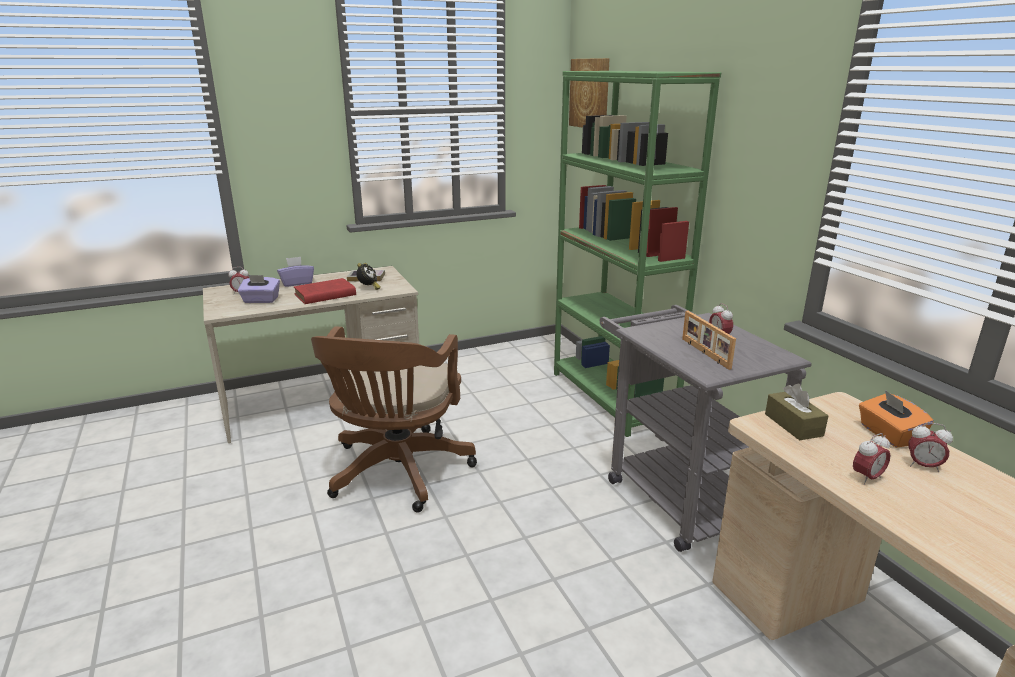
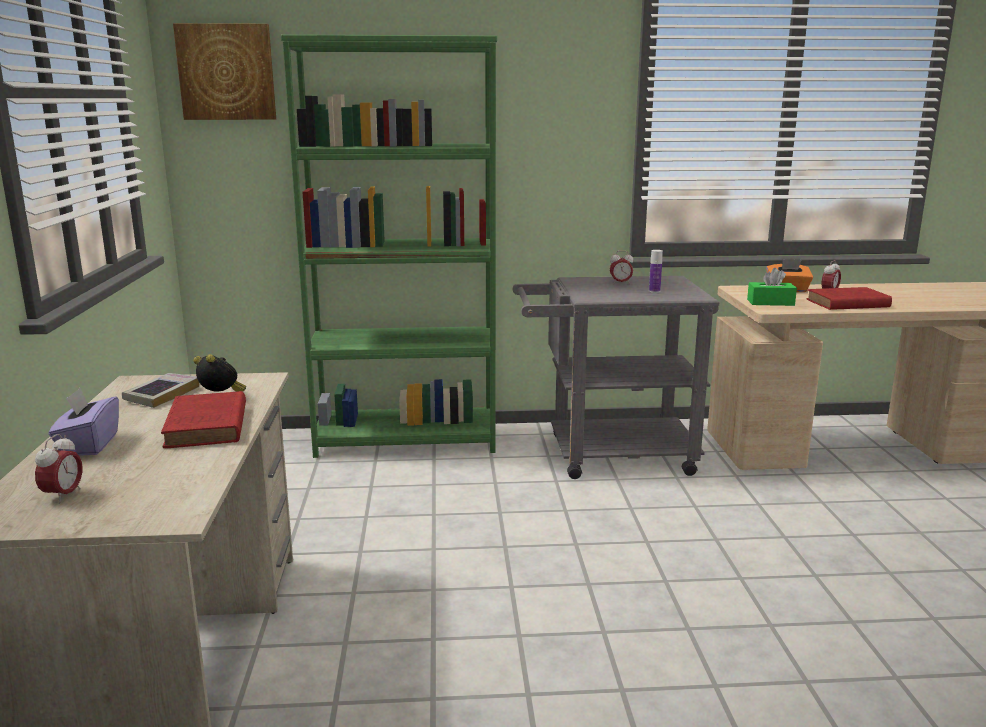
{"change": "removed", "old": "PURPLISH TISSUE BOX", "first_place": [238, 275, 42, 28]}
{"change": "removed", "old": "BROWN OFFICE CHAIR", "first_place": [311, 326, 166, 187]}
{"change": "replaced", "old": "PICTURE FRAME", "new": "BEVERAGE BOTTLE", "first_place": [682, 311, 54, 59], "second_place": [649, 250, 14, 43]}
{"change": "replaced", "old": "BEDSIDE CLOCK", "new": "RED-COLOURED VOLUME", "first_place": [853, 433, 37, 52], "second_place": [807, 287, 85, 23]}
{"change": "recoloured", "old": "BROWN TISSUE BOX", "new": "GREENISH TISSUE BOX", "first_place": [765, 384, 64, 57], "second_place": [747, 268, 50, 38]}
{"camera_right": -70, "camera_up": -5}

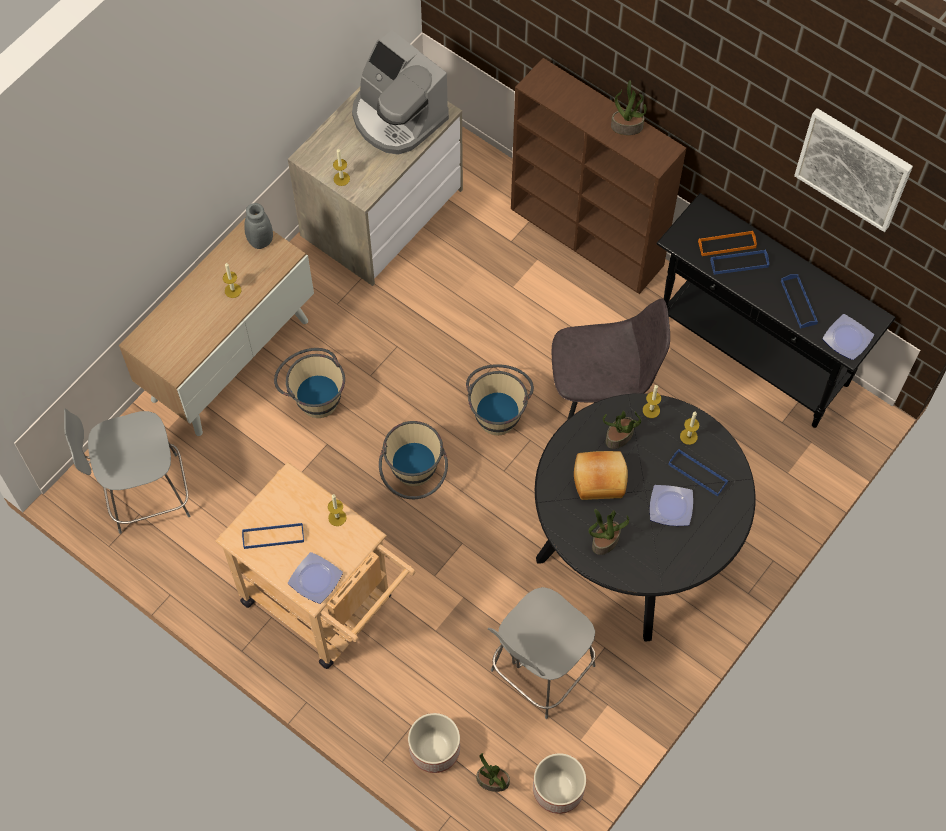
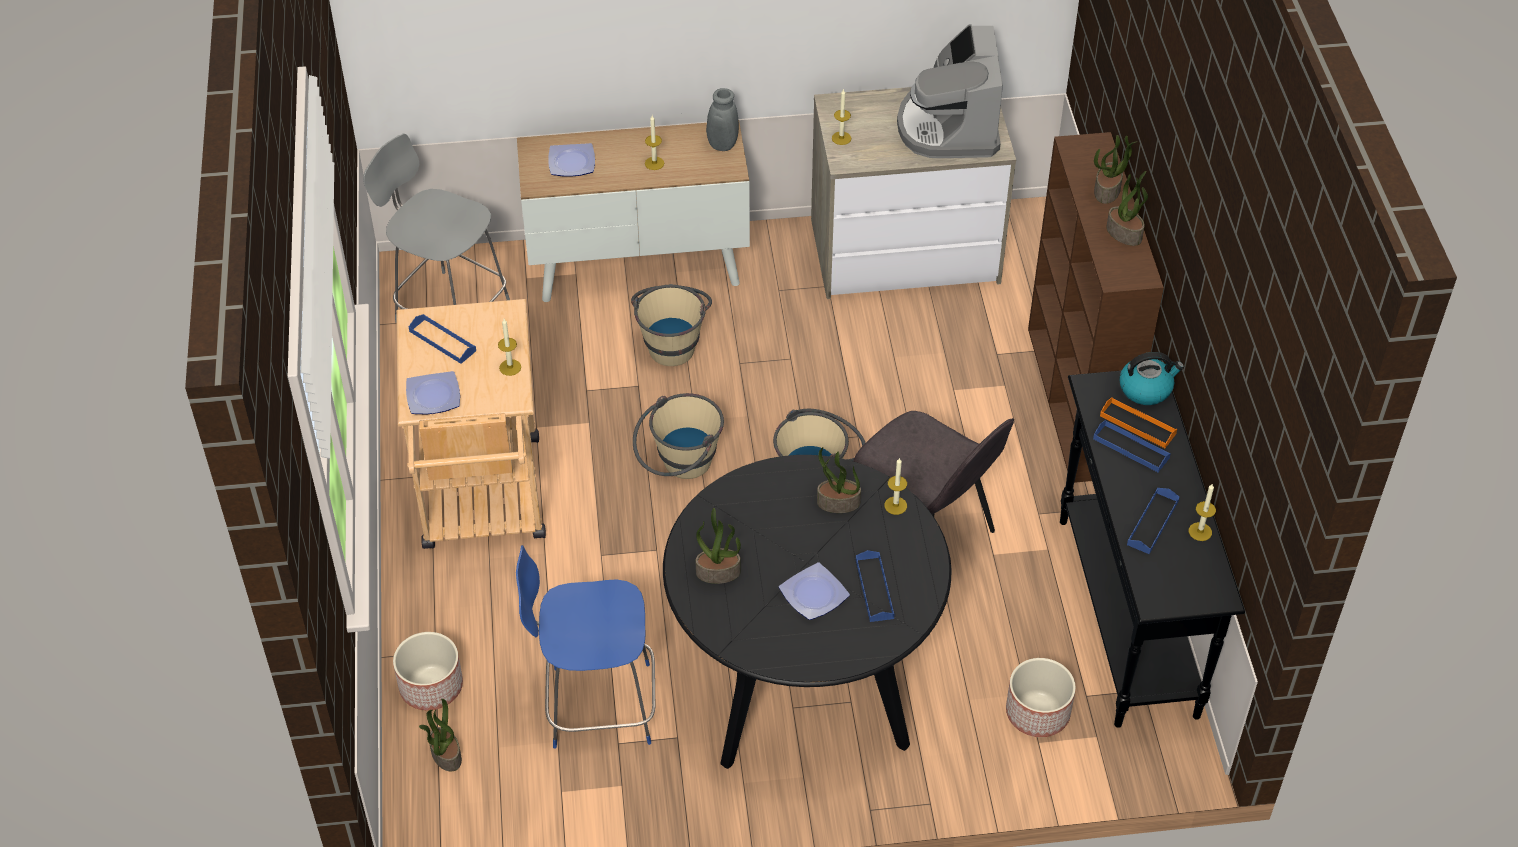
{"change": "removed", "old": "BAKERY BREAD", "first_place": [574, 451, 54, 49]}
{"change": "removed", "old": "WALL PICTURE", "first_place": [794, 108, 119, 124]}
{"change": "added", "new": "PLANT IN A POT", "second_place": [1094, 135, 42, 69]}
{"change": "added", "new": "TEA KETTLE", "second_place": [1119, 352, 65, 53]}
{"change": "moved", "old": "PLANTER", "first_place": [533, 753, 53, 61], "second_place": [1006, 658, 70, 79]}
{"change": "moved", "old": "CANDLE", "first_place": [680, 412, 19, 33], "second_place": [1189, 483, 27, 58]}
{"change": "moved", "old": "FLAT DISH", "first_place": [822, 314, 52, 46], "second_place": [548, 143, 47, 34]}
{"change": "recoloured", "old": "GRAY UPRIGHT CHAIR", "new": "BLUE-COLOURED UPRIGHT CHAIR", "first_place": [488, 587, 107, 132], "second_place": [516, 545, 139, 204]}
{"camera_right": 45, "camera_up": -15}

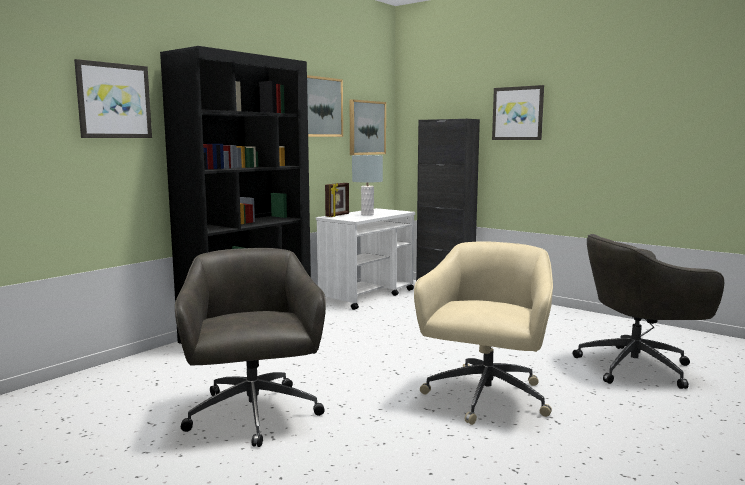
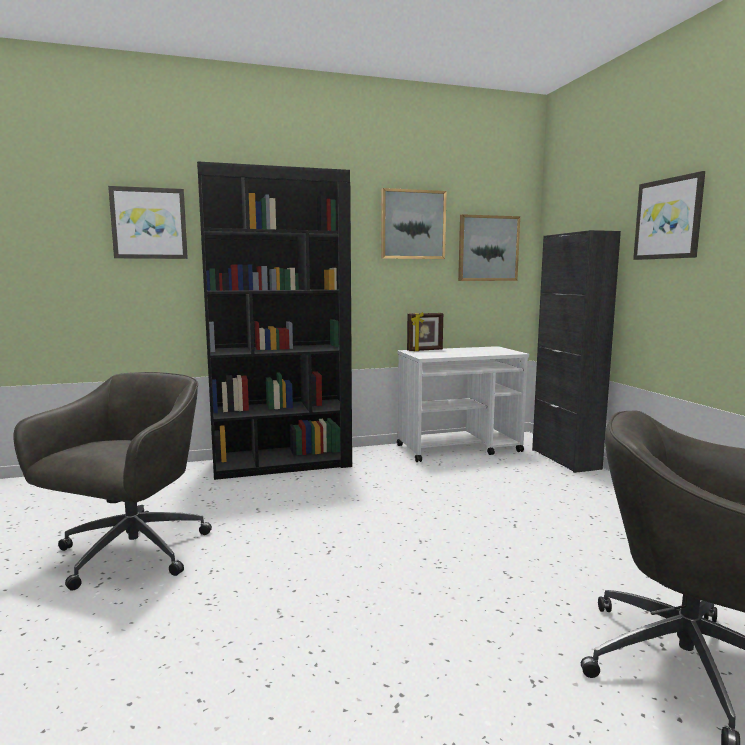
{"change": "removed", "old": "GRAY LAMP FOR A TABLE", "first_place": [352, 155, 31, 61]}
{"change": "removed", "old": "SAND-COLOURED OFFICE CHAIR", "first_place": [414, 241, 139, 184]}
{"camera_right": 35, "camera_up": 0}

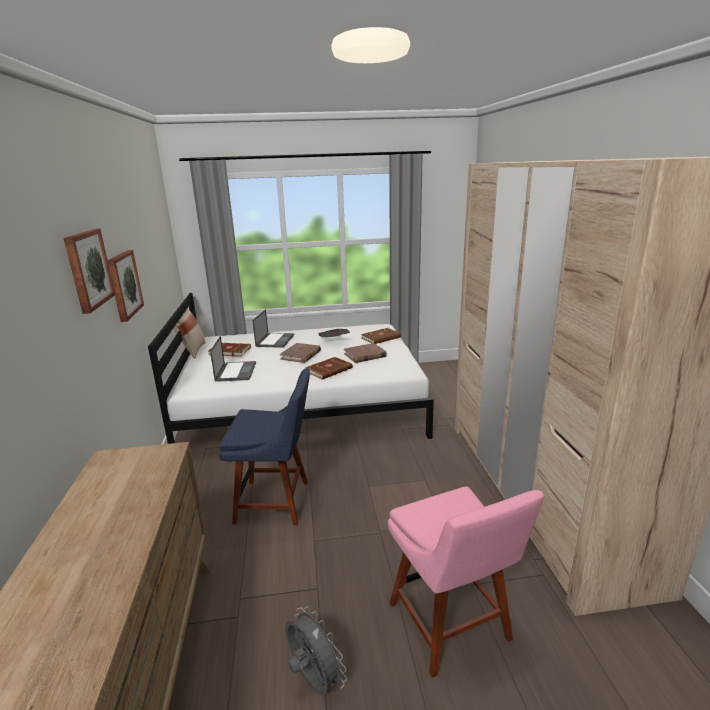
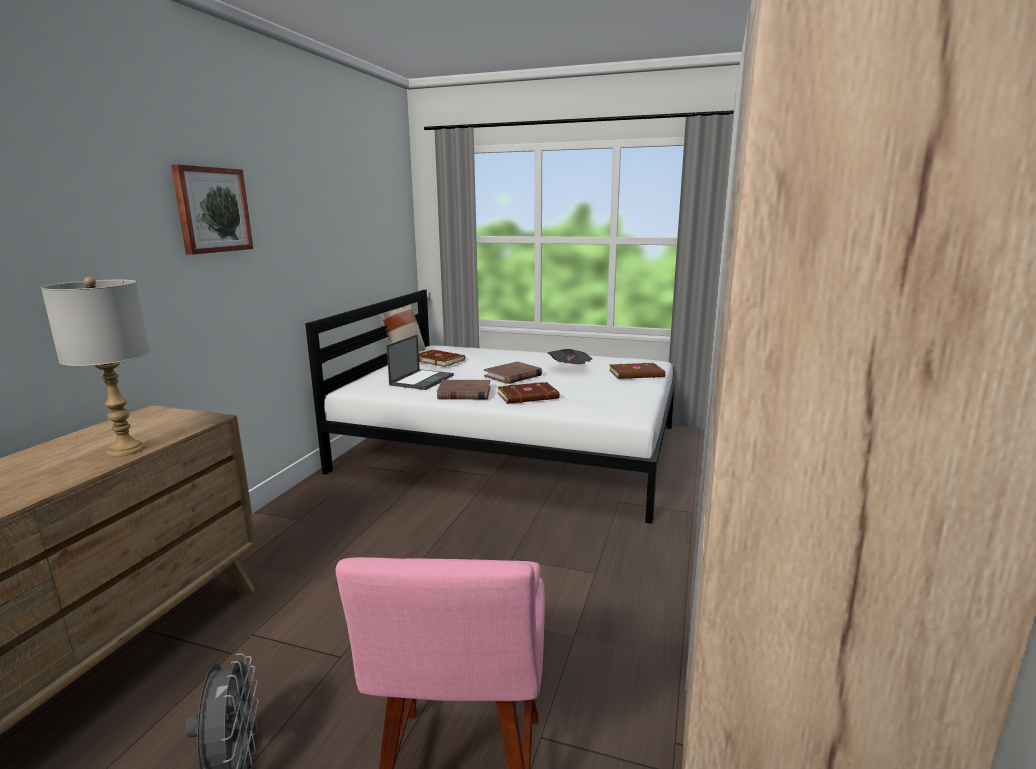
{"change": "removed", "old": "WALL PICTURE", "first_place": [108, 250, 36, 72]}
{"change": "removed", "old": "BLUE-COLOURED UPRIGHT CHAIR", "first_place": [219, 368, 91, 157]}
{"change": "removed", "old": "LAPTOP", "first_place": [252, 309, 42, 39]}
{"change": "added", "new": "GRAY LAMP FOR A TABLE", "second_place": [41, 277, 109, 180]}
{"change": "moved", "old": "BROWN VOLUME", "first_place": [344, 343, 43, 20], "second_place": [437, 380, 54, 20]}
{"camera_right": 25, "camera_up": -5}

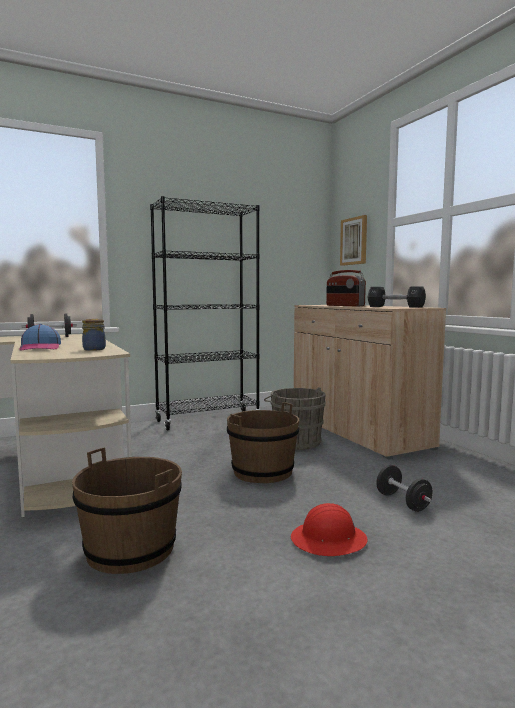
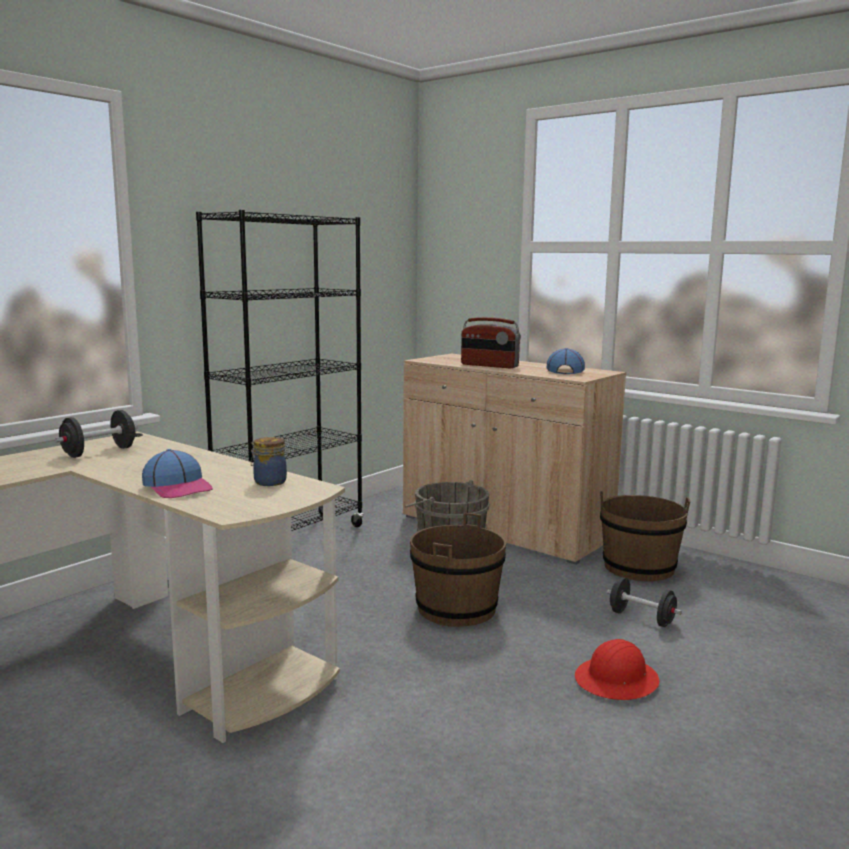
{"change": "removed", "old": "WALL PICTURE", "first_place": [340, 215, 27, 51]}
{"change": "moved", "old": "BROWN WATER BUCKET", "first_place": [72, 448, 110, 126], "second_place": [600, 491, 90, 90]}
{"change": "replaced", "old": "BLACKISH HAND WEIGHT", "new": "PEAKED CAP", "first_place": [367, 286, 59, 22], "second_place": [547, 348, 38, 26]}
{"camera_right": -25, "camera_up": 5}

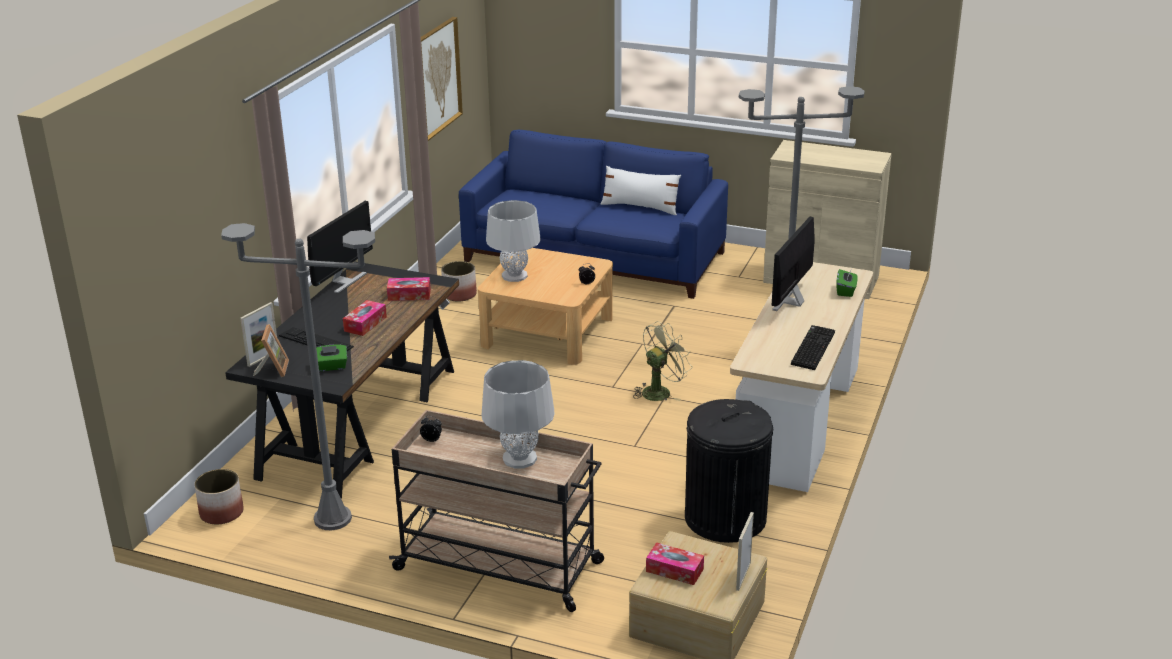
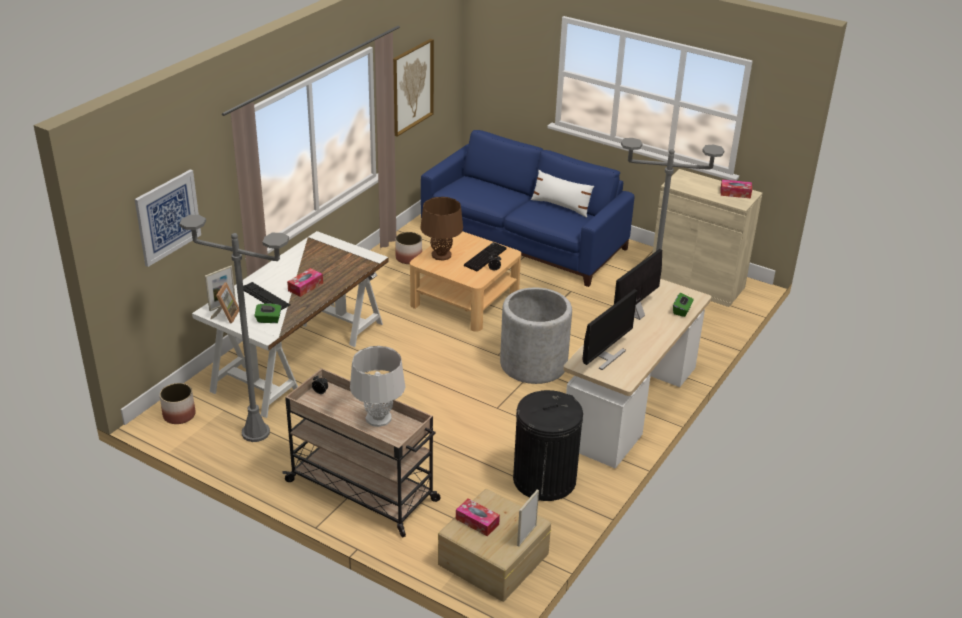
{"change": "added", "new": "WALL PICTURE", "second_place": [135, 169, 66, 98]}
{"change": "moved", "old": "MONITOR", "first_place": [307, 201, 66, 92], "second_place": [582, 289, 55, 81]}
{"change": "moved", "old": "TISSUE BOX", "first_place": [387, 277, 44, 24], "second_place": [720, 179, 32, 20]}
{"change": "moved", "old": "KEYBOARD", "first_place": [791, 325, 44, 45], "second_place": [464, 242, 43, 29]}
{"change": "replaced", "old": "GREENISH FAN", "new": "GRAY PLANTER", "first_place": [633, 321, 59, 80], "second_place": [500, 288, 72, 96]}
{"change": "recoloured", "old": "BLACKISH DESK", "new": "WHITE DESK", "first_place": [225, 262, 234, 237], "second_place": [192, 231, 197, 187]}
{"change": "recoloured", "old": "GRAY LAMP FOR A TABLE", "new": "BROWN LAMP FOR A TABLE", "first_place": [486, 200, 55, 82], "second_place": [420, 197, 43, 64]}
{"camera_right": 10, "camera_up": 5}

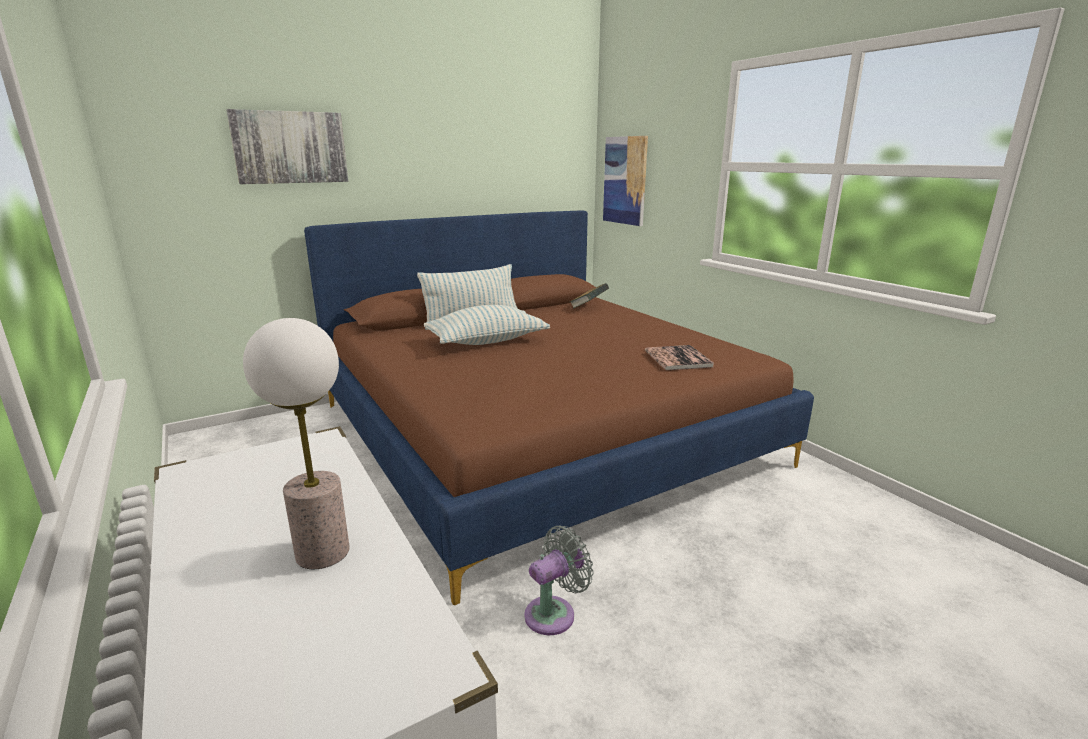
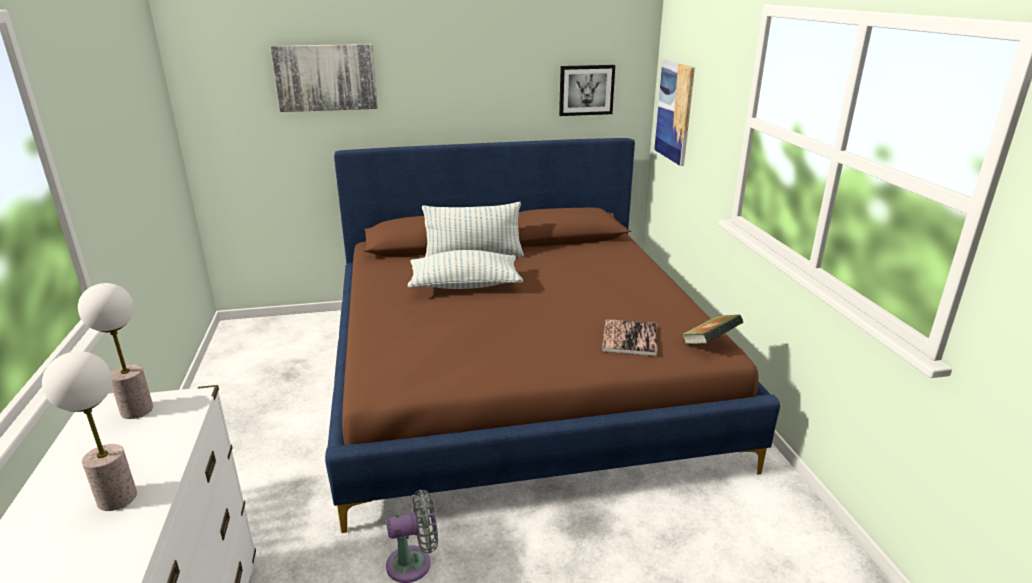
{"change": "added", "new": "LAMP FOR A TABLE", "second_place": [78, 283, 75, 136]}
{"change": "added", "new": "WALL PICTURE", "second_place": [559, 65, 56, 51]}
{"change": "moved", "old": "VOLUME", "first_place": [570, 283, 39, 26], "second_place": [681, 315, 62, 29]}
{"camera_right": 20, "camera_up": 5}

